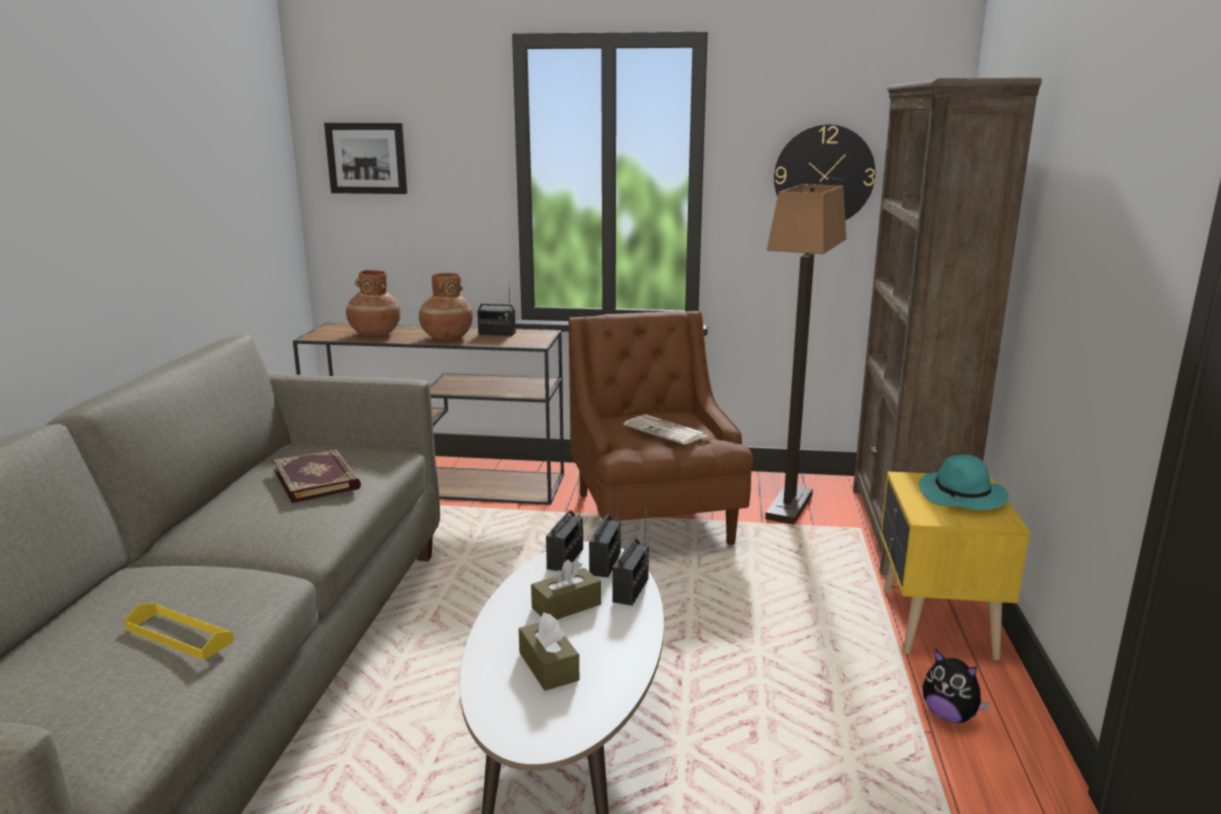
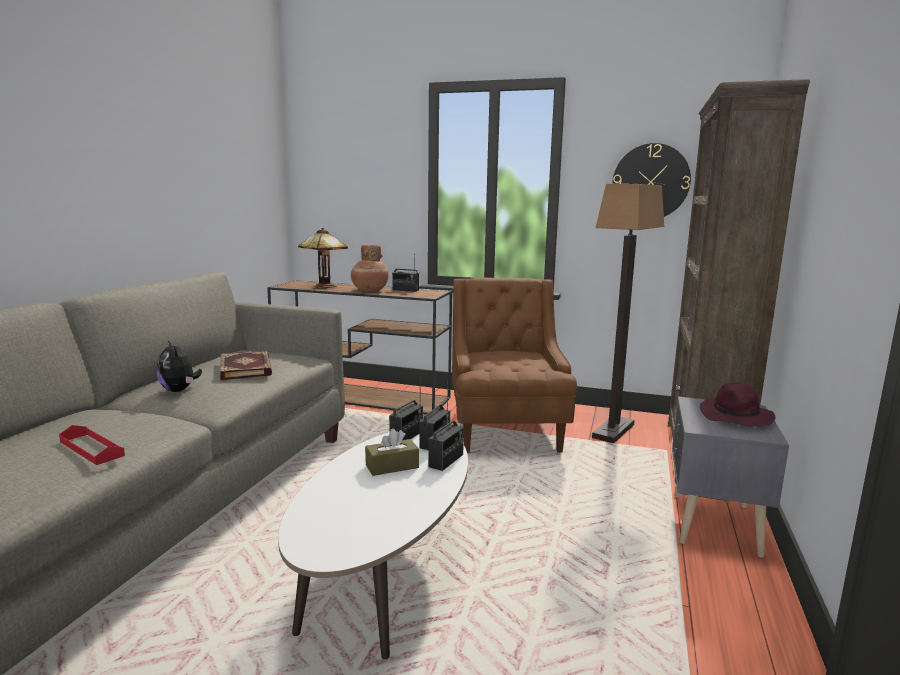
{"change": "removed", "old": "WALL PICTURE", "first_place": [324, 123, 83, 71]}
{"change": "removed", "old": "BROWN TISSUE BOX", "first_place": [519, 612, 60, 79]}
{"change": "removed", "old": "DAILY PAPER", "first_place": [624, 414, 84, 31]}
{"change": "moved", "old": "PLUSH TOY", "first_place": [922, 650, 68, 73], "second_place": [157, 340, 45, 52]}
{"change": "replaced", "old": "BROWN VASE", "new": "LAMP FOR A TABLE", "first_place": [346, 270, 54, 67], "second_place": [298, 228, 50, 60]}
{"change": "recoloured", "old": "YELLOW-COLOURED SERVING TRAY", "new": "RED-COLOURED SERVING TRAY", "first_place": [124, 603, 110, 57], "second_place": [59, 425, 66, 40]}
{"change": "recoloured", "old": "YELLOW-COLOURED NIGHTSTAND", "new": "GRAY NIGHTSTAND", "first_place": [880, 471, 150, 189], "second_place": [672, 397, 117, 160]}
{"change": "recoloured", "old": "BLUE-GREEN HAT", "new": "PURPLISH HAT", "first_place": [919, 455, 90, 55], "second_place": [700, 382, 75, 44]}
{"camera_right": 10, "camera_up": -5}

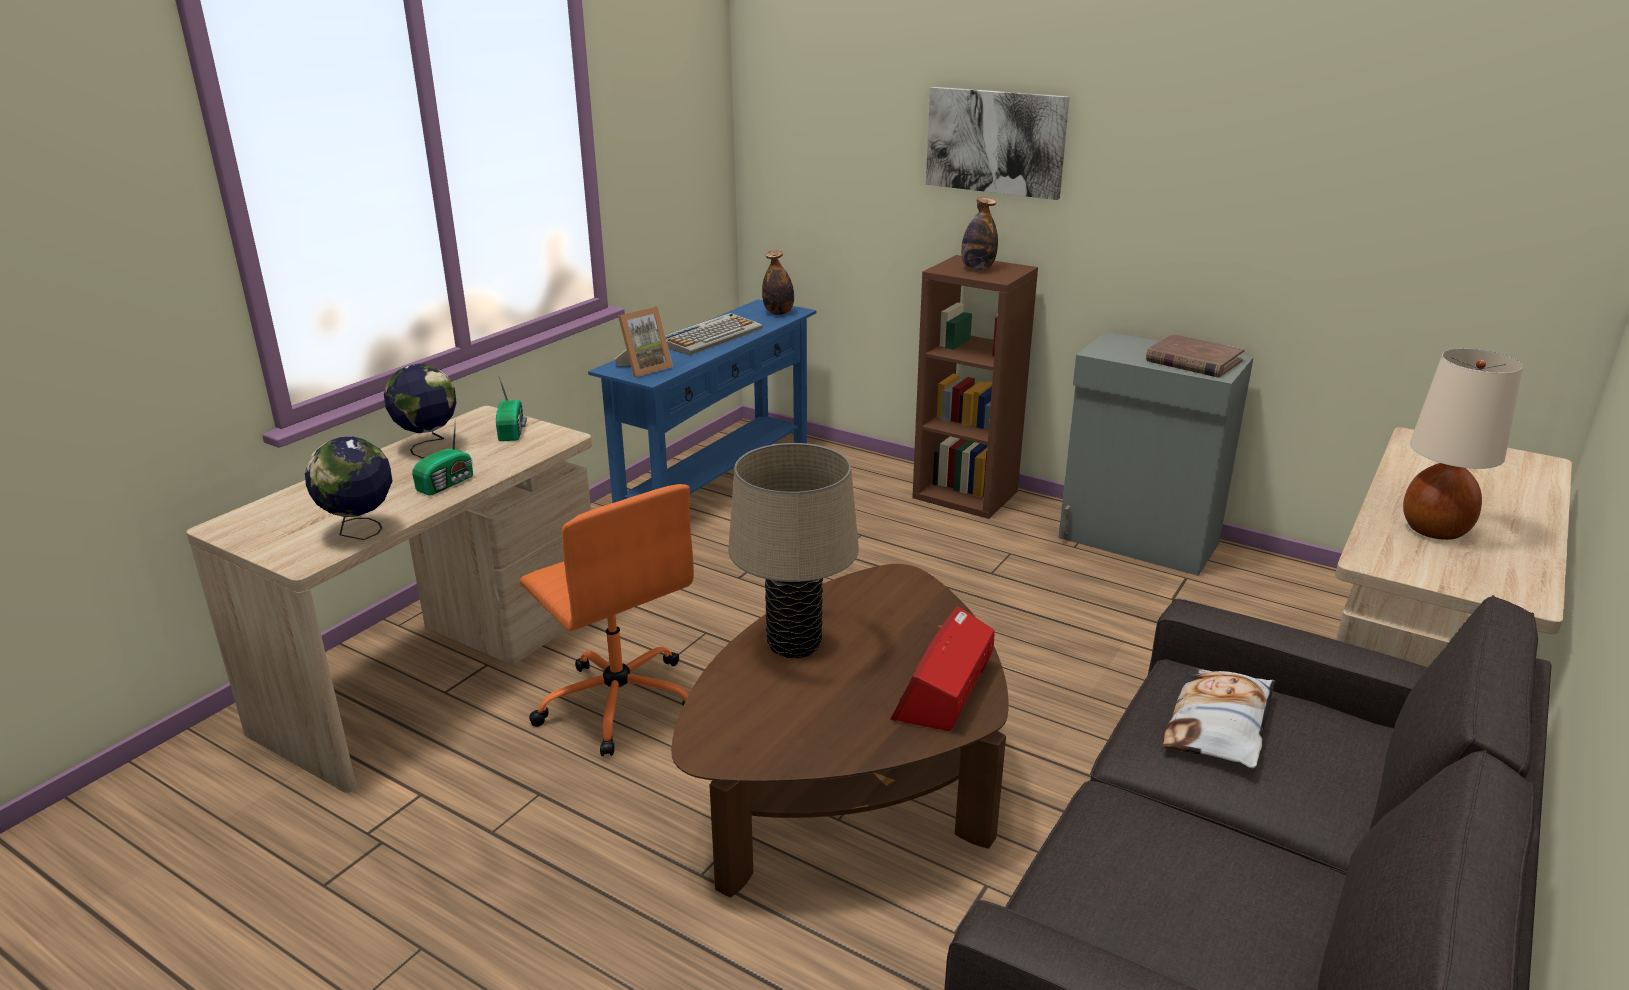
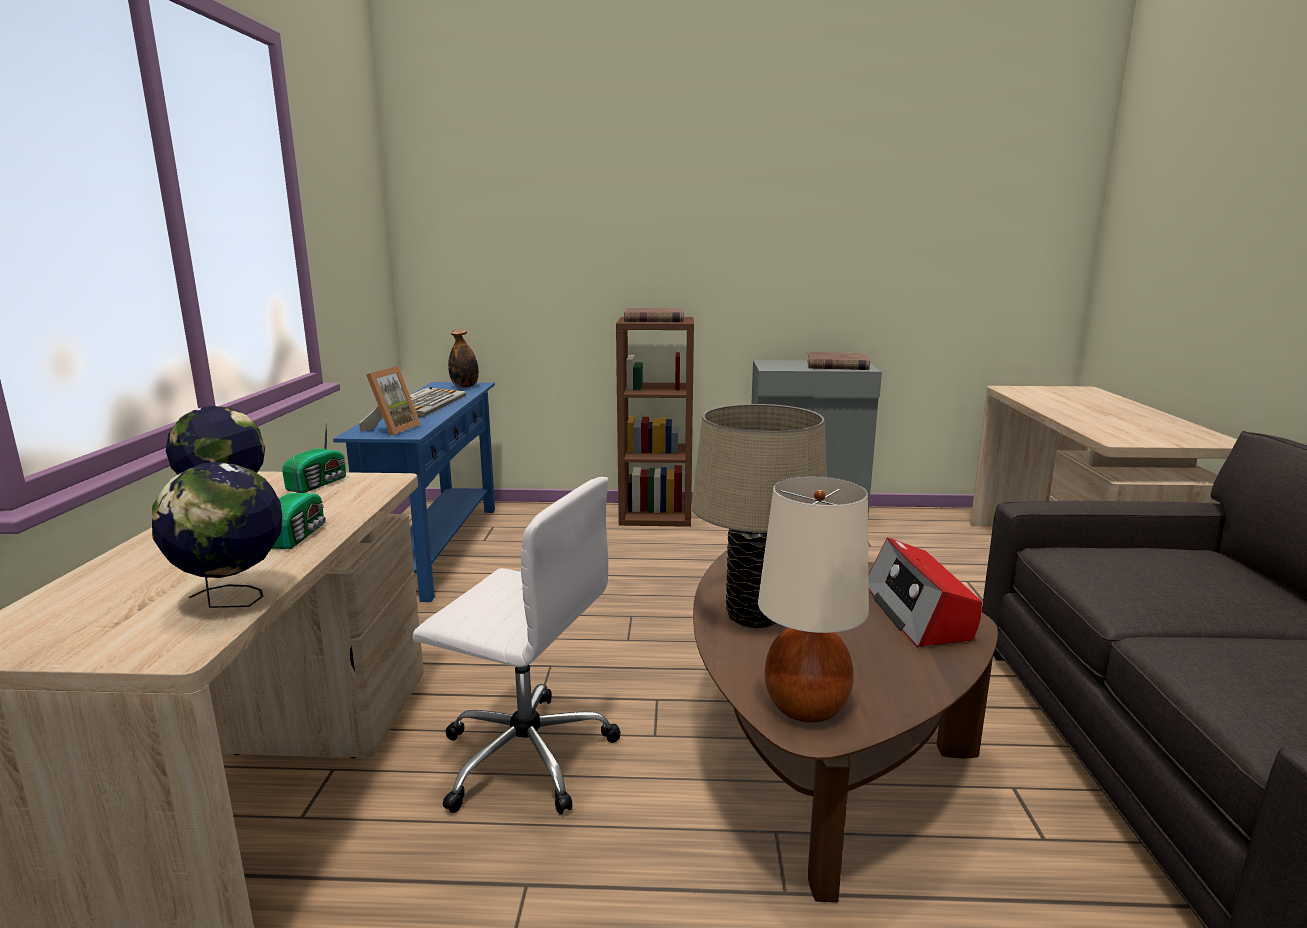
{"change": "removed", "old": "WALL PICTURE", "first_place": [926, 87, 144, 113]}
{"change": "removed", "old": "THROW PILLOW", "first_place": [1162, 667, 113, 101]}
{"change": "moved", "old": "SAND-COLOURED LAMP FOR A TABLE", "first_place": [1403, 349, 120, 191], "second_place": [758, 476, 111, 247]}
{"change": "replaced", "old": "BEVERAGE BOTTLE", "new": "BROWN VOLUME", "first_place": [961, 197, 37, 74], "second_place": [624, 308, 60, 14]}
{"change": "recoloured", "old": "ORANGE-COLOURED OFFICE CHAIR", "new": "WHITE OFFICE CHAIR", "first_place": [520, 484, 174, 272], "second_place": [413, 477, 208, 338]}
{"change": "turned", "old": "RADIO", "first_place": [496, 374, 31, 67], "second_place": [282, 418, 64, 75], "degrees": 60}
{"camera_right": -30, "camera_up": -10}

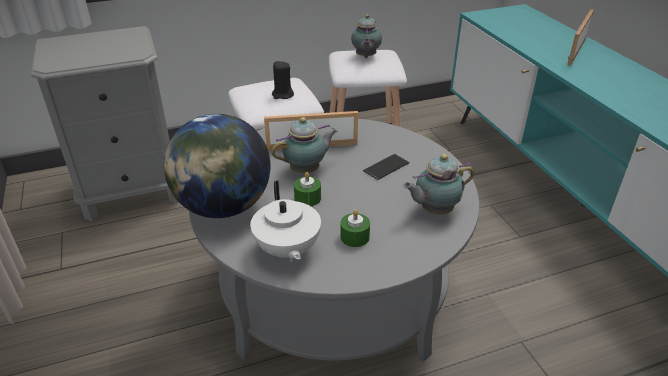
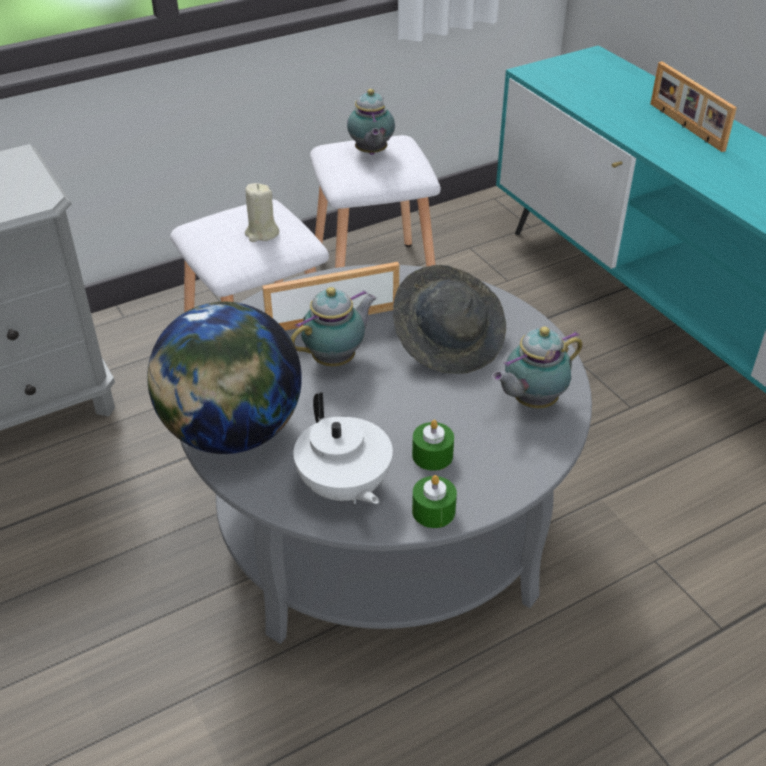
{"change": "moved", "old": "GREENISH CANDLE", "first_place": [294, 172, 27, 34], "second_place": [412, 475, 45, 53]}
{"change": "replaced", "old": "PHONE", "new": "GRAY HAT", "first_place": [363, 154, 46, 26], "second_place": [393, 265, 113, 109]}
{"change": "recoloured", "old": "BLACKISH CANDLE", "new": "SAND-COLOURED CANDLE", "first_place": [272, 61, 22, 38], "second_place": [245, 183, 34, 59]}
{"change": "turned", "old": "PICTURE FRAME", "first_place": [567, 9, 27, 57], "second_place": [650, 62, 87, 90], "degrees": -45}
{"camera_right": -10, "camera_up": 5}

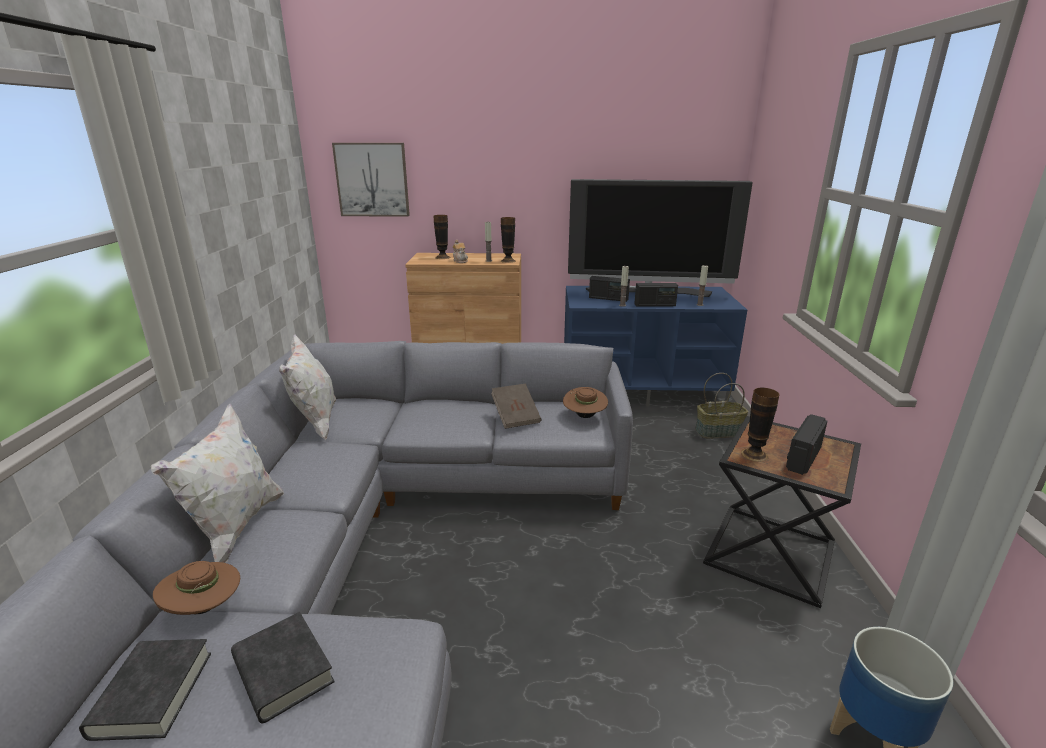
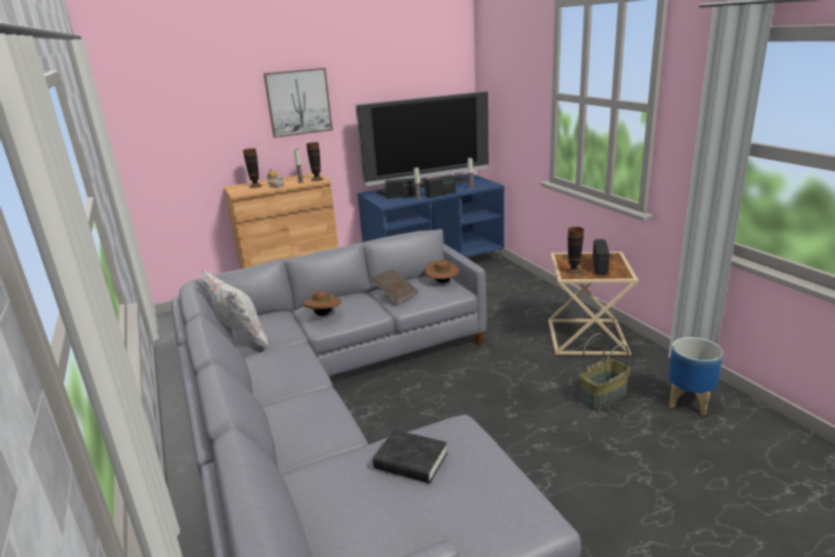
{"change": "removed", "old": "BLACKISH VOLUME", "first_place": [79, 639, 132, 102]}
{"change": "removed", "old": "WHITE THROW PILLOW", "first_place": [151, 404, 133, 159]}
{"change": "moved", "old": "BROWN HAT", "first_place": [153, 561, 87, 54], "second_place": [303, 291, 38, 25]}
{"change": "moved", "old": "WALL PICTURE", "first_place": [332, 143, 78, 74], "second_place": [263, 68, 70, 70]}
{"change": "moved", "old": "HOUSEHOLD BASKET", "first_place": [695, 373, 53, 65], "second_place": [580, 333, 50, 77]}
{"change": "recoloured", "old": "BLACKISH ACCENT TABLE", "new": "SAND-COLOURED ACCENT TABLE", "first_place": [703, 416, 158, 192], "second_place": [548, 252, 90, 104]}
{"camera_right": -25, "camera_up": 0}

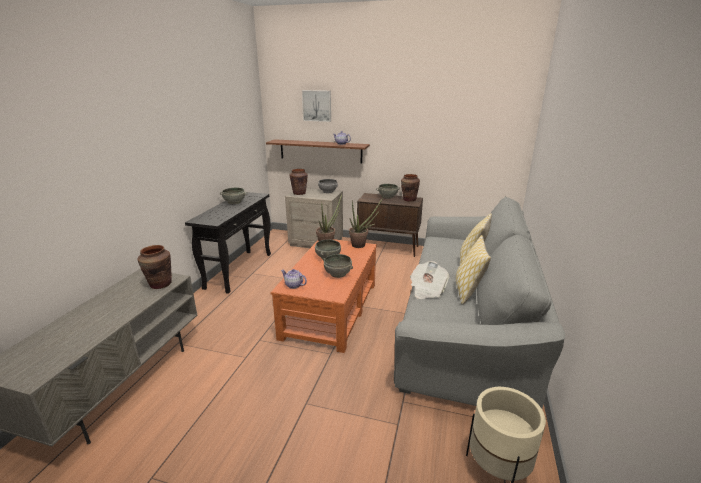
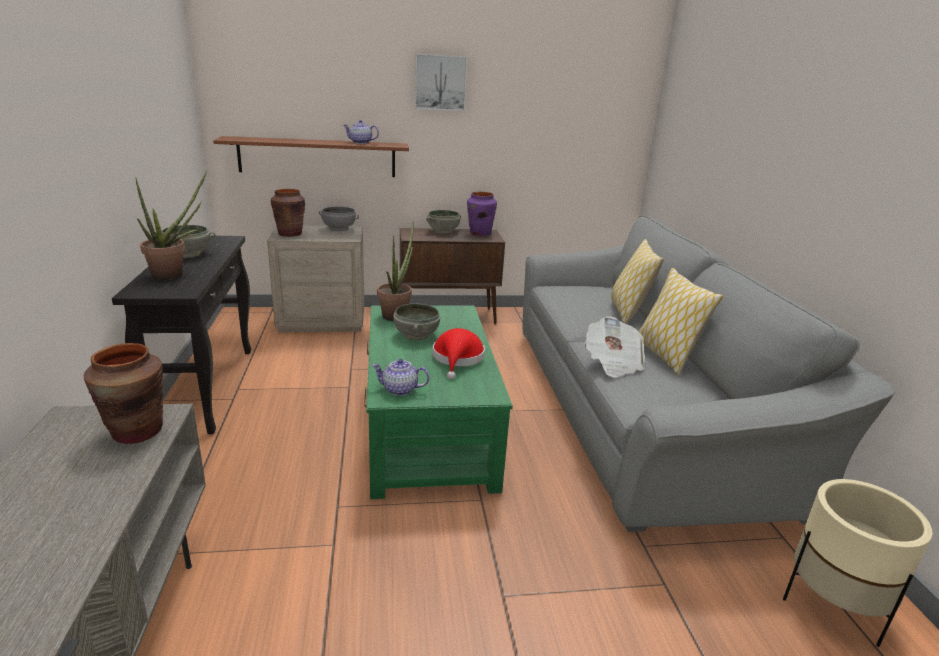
{"change": "moved", "old": "WALL PICTURE", "first_place": [302, 90, 29, 32], "second_place": [415, 54, 53, 57]}
{"change": "moved", "old": "PLANT IN A POT", "first_place": [349, 198, 34, 50], "second_place": [135, 172, 71, 108]}
{"change": "replaced", "old": "GRAY SERVING BOWL", "new": "RED-COLOURED HAT", "first_place": [323, 254, 30, 24], "second_place": [433, 328, 52, 51]}
{"change": "recoloured", "old": "ORANGE-COLOURED COFFEE TABLE", "new": "GREENISH COFFEE TABLE", "first_place": [271, 239, 106, 114], "second_place": [364, 306, 149, 193]}
{"change": "recoloured", "old": "BROWN VASE", "new": "PURPLISH VASE", "first_place": [401, 174, 19, 27], "second_place": [467, 192, 30, 44]}
{"camera_right": -25, "camera_up": 0}

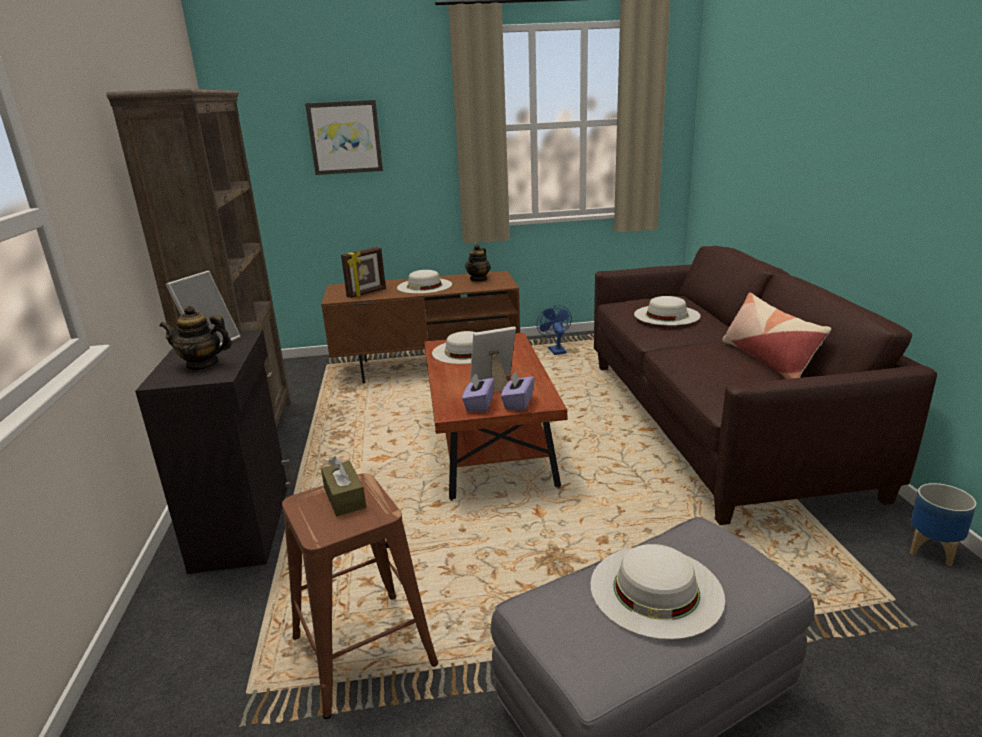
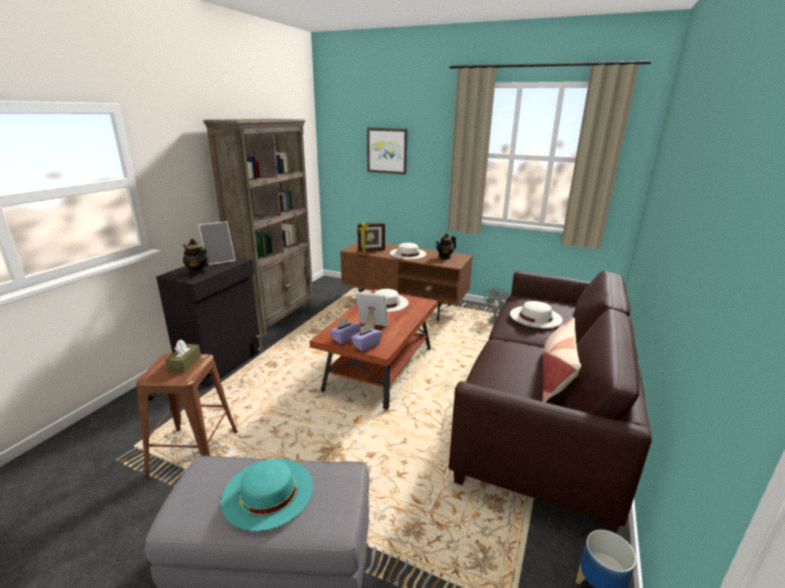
{"change": "recoloured", "old": "BLUE-COLOURED FAN", "new": "GRAY FAN", "first_place": [537, 305, 35, 50], "second_place": [484, 287, 26, 36]}
{"change": "recoloured", "old": "WHITE HAT", "new": "BLUE-GREEN HAT", "first_place": [590, 544, 135, 96], "second_place": [221, 459, 92, 72]}
{"camera_right": 30, "camera_up": 0}

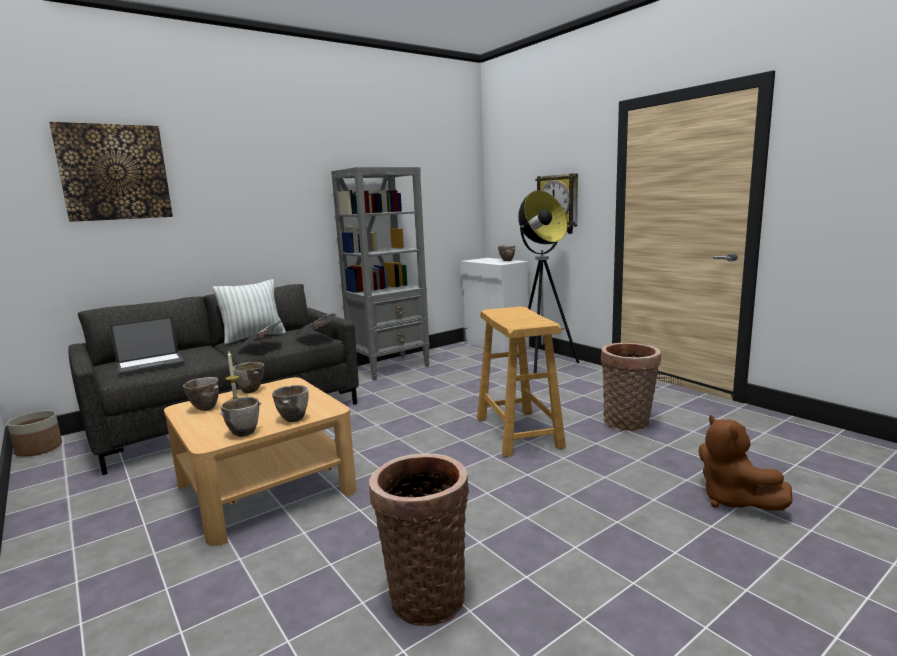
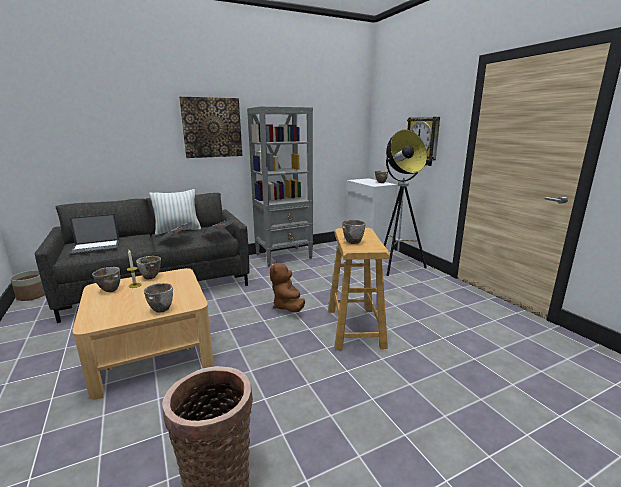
{"change": "removed", "old": "HOUSEHOLD BASKET", "first_place": [601, 343, 60, 88]}
{"change": "moved", "old": "WALL PICTURE", "first_place": [49, 122, 124, 100], "second_place": [179, 97, 63, 61]}
{"change": "moved", "old": "SERVING BOWL", "first_place": [220, 397, 41, 40], "second_place": [342, 220, 23, 24]}
{"change": "moved", "old": "BROWN PLUSH TOY", "first_place": [698, 415, 95, 96], "second_place": [270, 260, 35, 52]}
{"camera_right": 10, "camera_up": 5}

